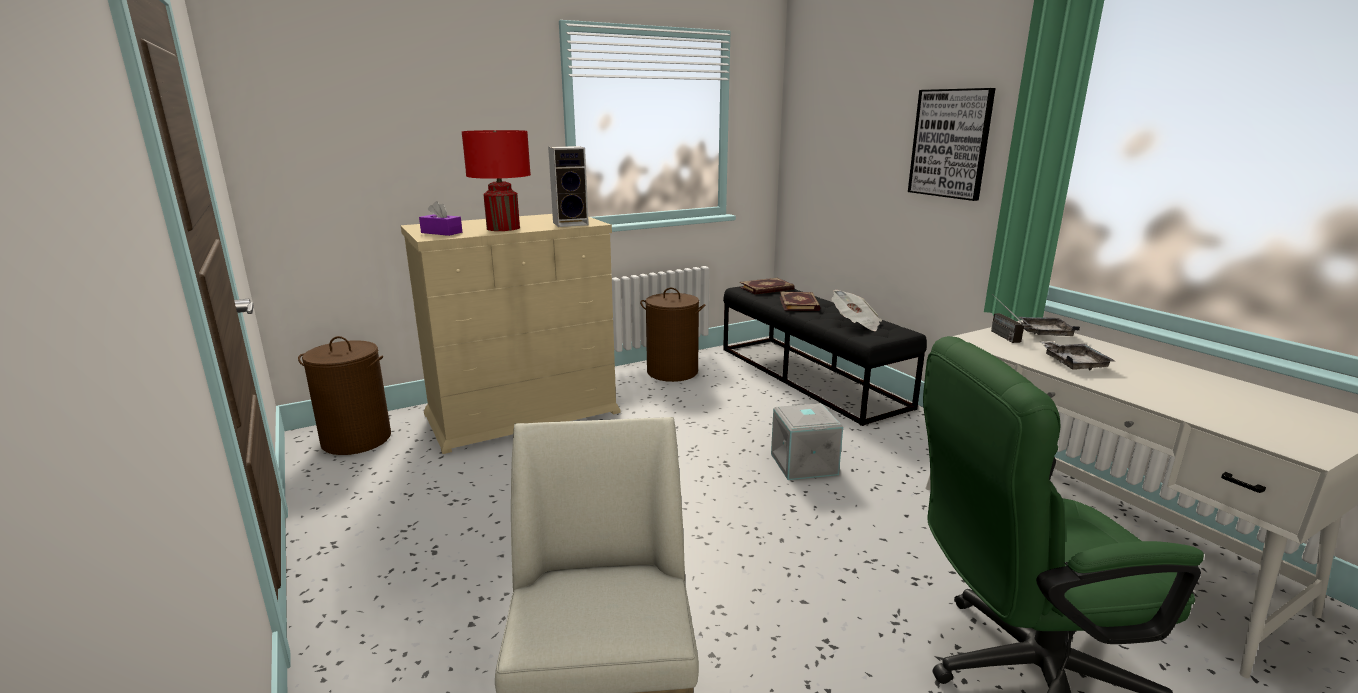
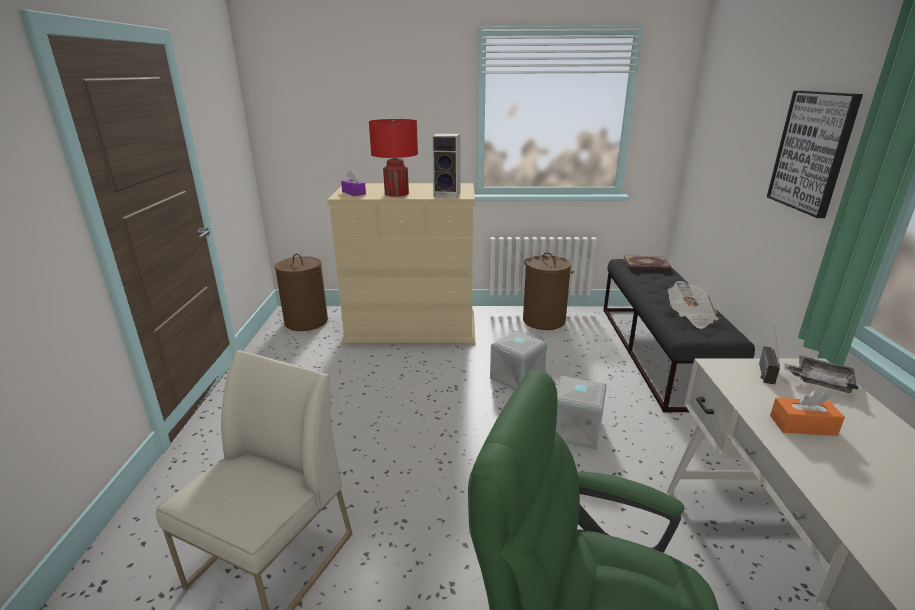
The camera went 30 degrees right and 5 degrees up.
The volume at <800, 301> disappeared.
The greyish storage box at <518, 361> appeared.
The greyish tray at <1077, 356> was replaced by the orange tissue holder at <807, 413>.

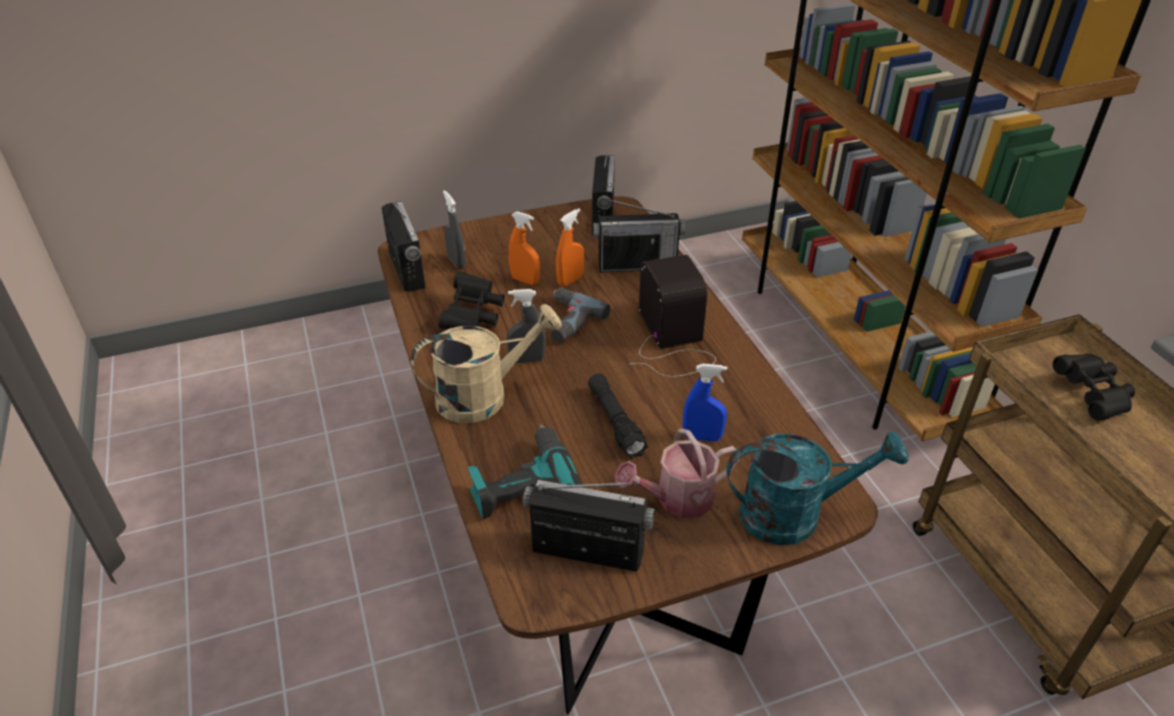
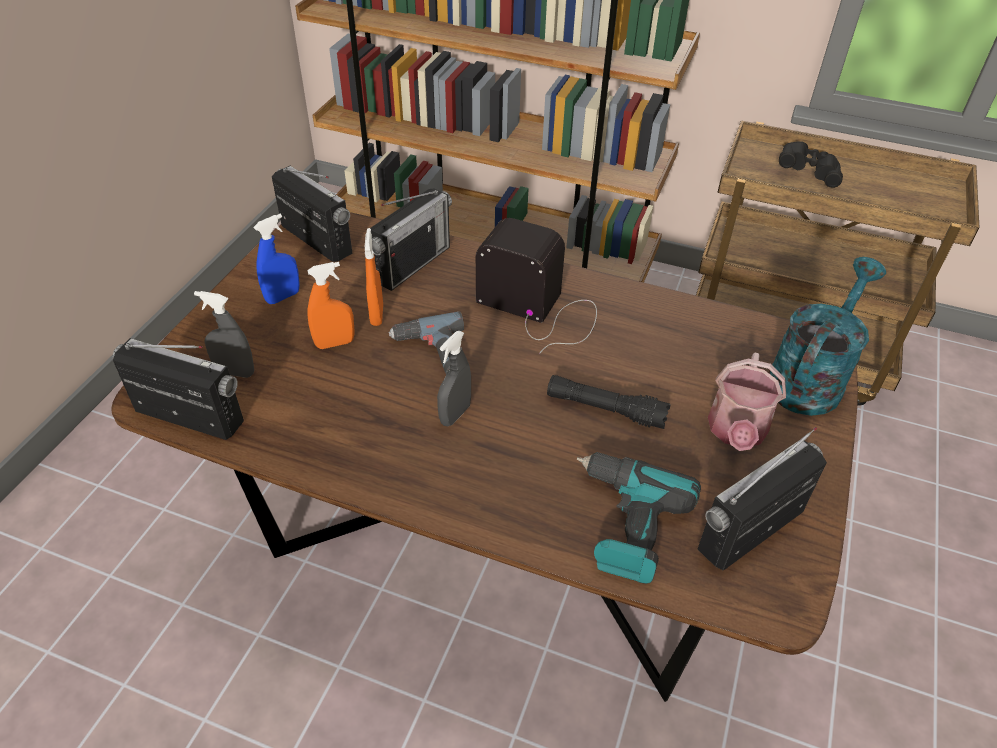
The camera went 50 degrees left and 5 degrees up.
The sand-coloured watering pot at <486, 363> disappeared.
The black-coloured field glasses at <471, 300> disappeared.
The bluish hand sprayer moved from <705, 402> to <276, 259>.

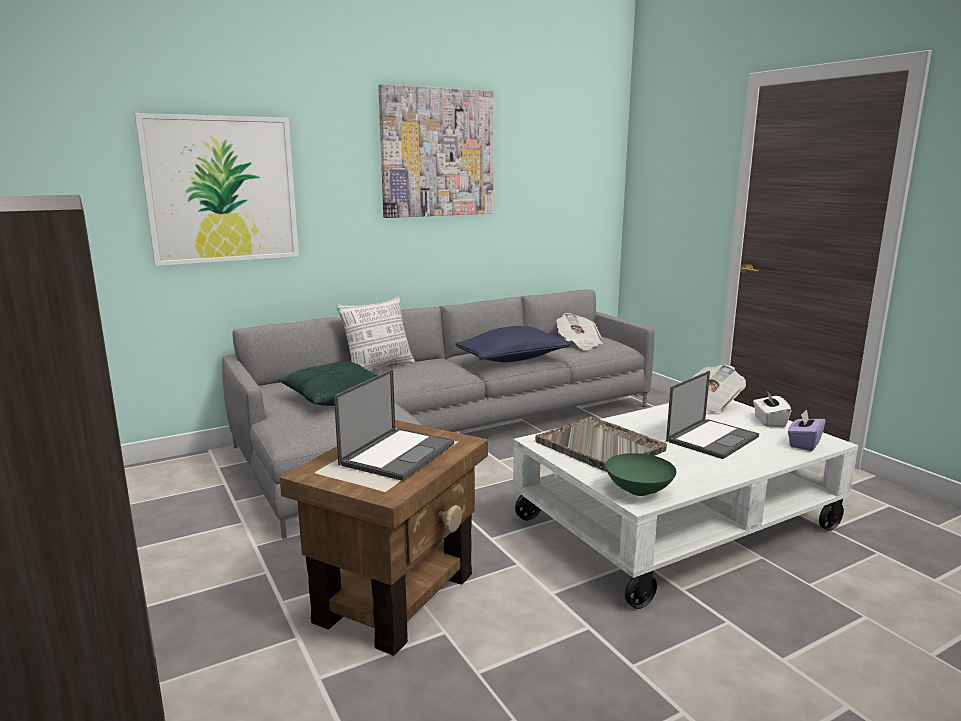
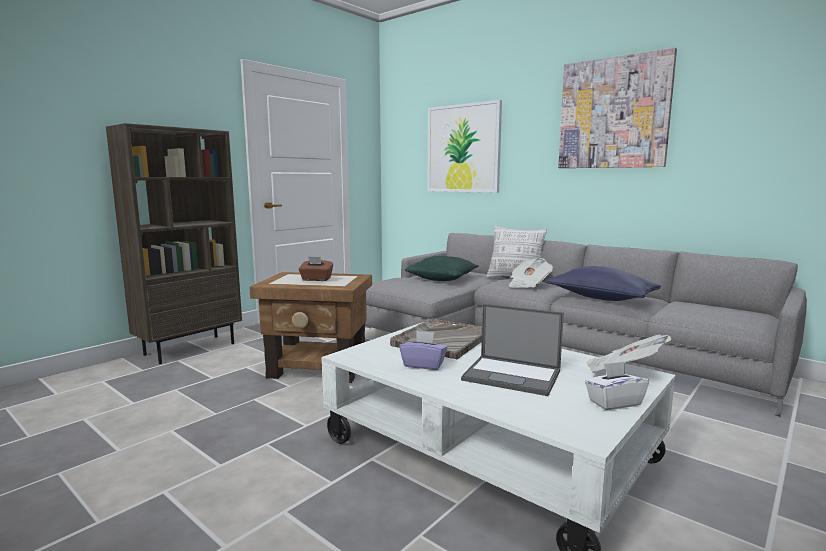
The camera went 70 degrees right and 5 degrees down.
The green-coloured serving bowl at <640, 474> disappeared.
The daily paper moved from <579, 331> to <531, 273>.
The purple-coloured tissue holder moved from <807, 430> to <423, 350>.
The laptop at <394, 425> was replaced by the brownish tissue holder at <316, 268>.

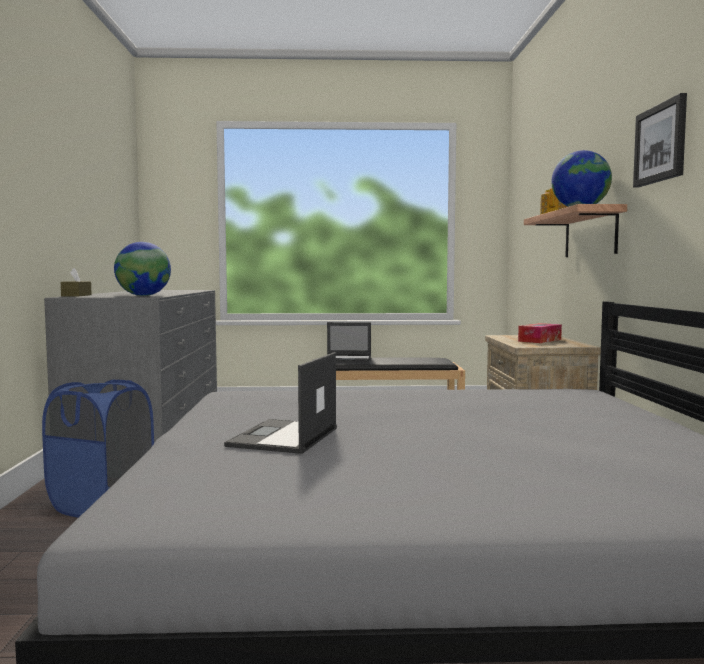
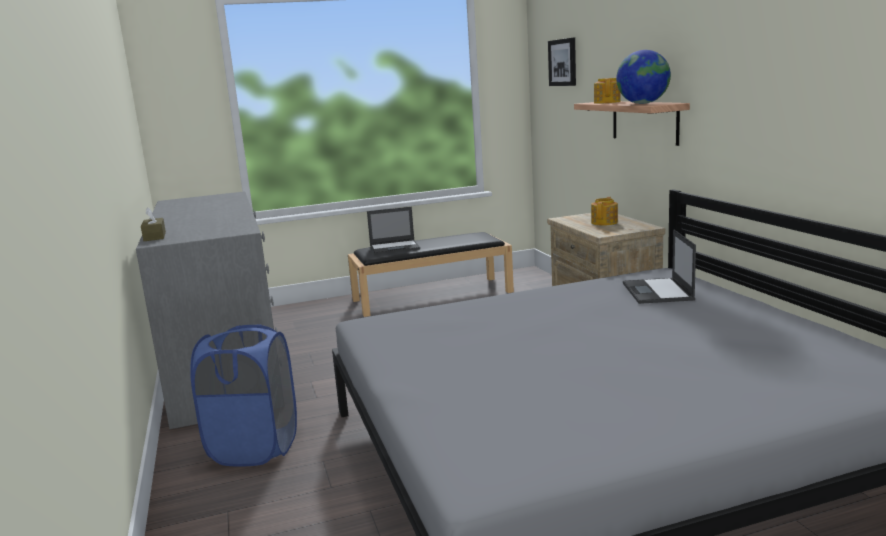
The camera went 15 degrees left and 10 degrees up.
The globe at <142, 269> disappeared.
The laptop moved from <280, 403> to <659, 266>.
The wall picture moved from <660, 140> to <562, 61>.
The tissue holder at <540, 333> was replaced by the tea pot at <604, 211>.

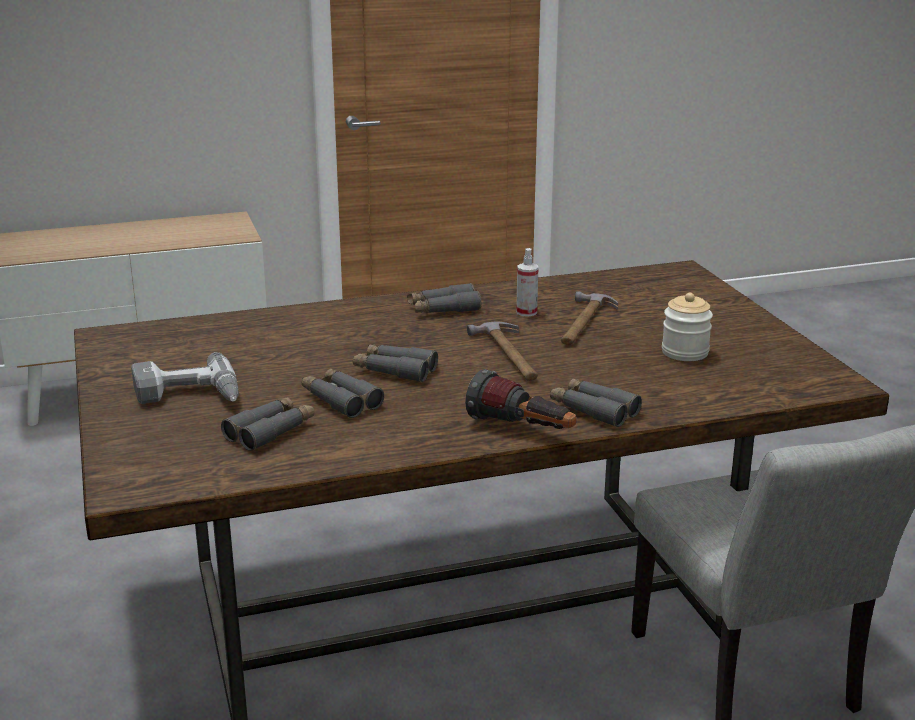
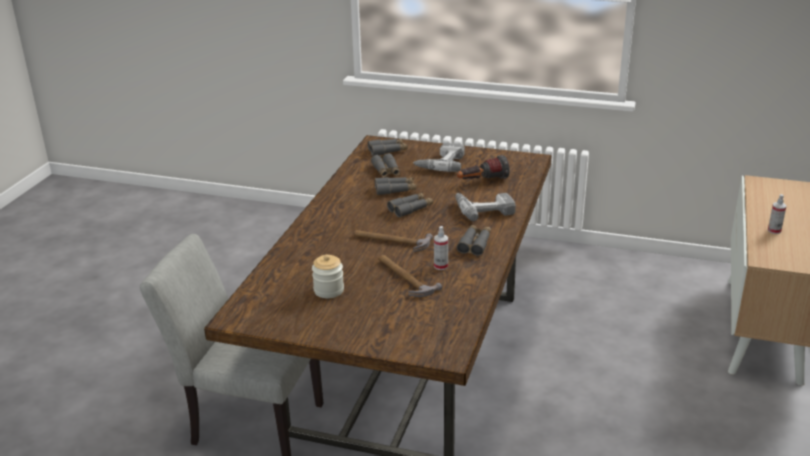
The camera went 125 degrees right and 5 degrees up.
The drill at <486, 207> appeared.
The hand sprayer at <777, 214> appeared.
The hand torch moved from <521, 399> to <483, 167>.
The greyish field glasses moved from <596, 402> to <387, 147>.

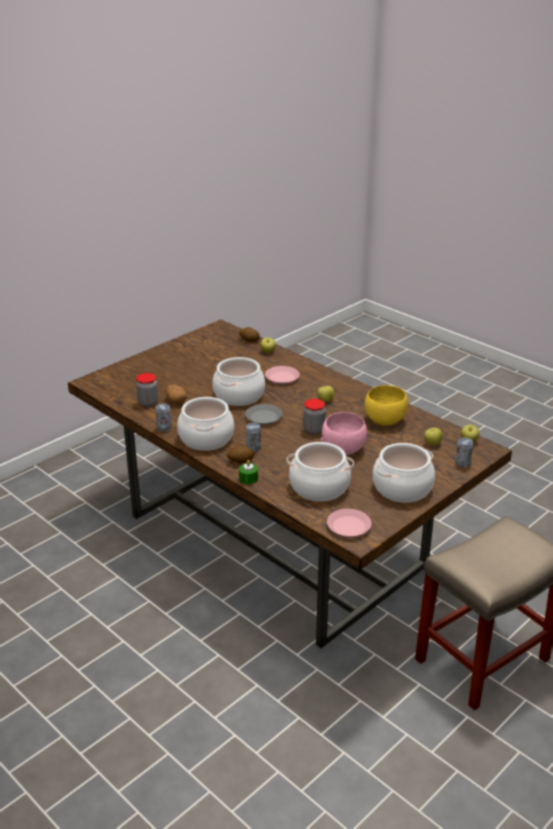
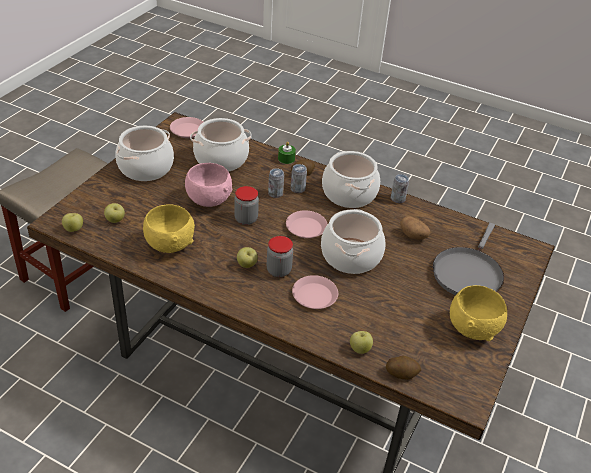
The camera went 160 degrees right and 10 degrees up.
The greyish skillet at <468, 259> appeared.
The yellow serving bowl at <478, 313> appeared.
The jar moved from <147, 390> to <280, 256>.
The can moved from <464, 453> to <276, 183>.
The greyish flat dish at <264, 414> became the pinkish flat dish at <307, 224>.

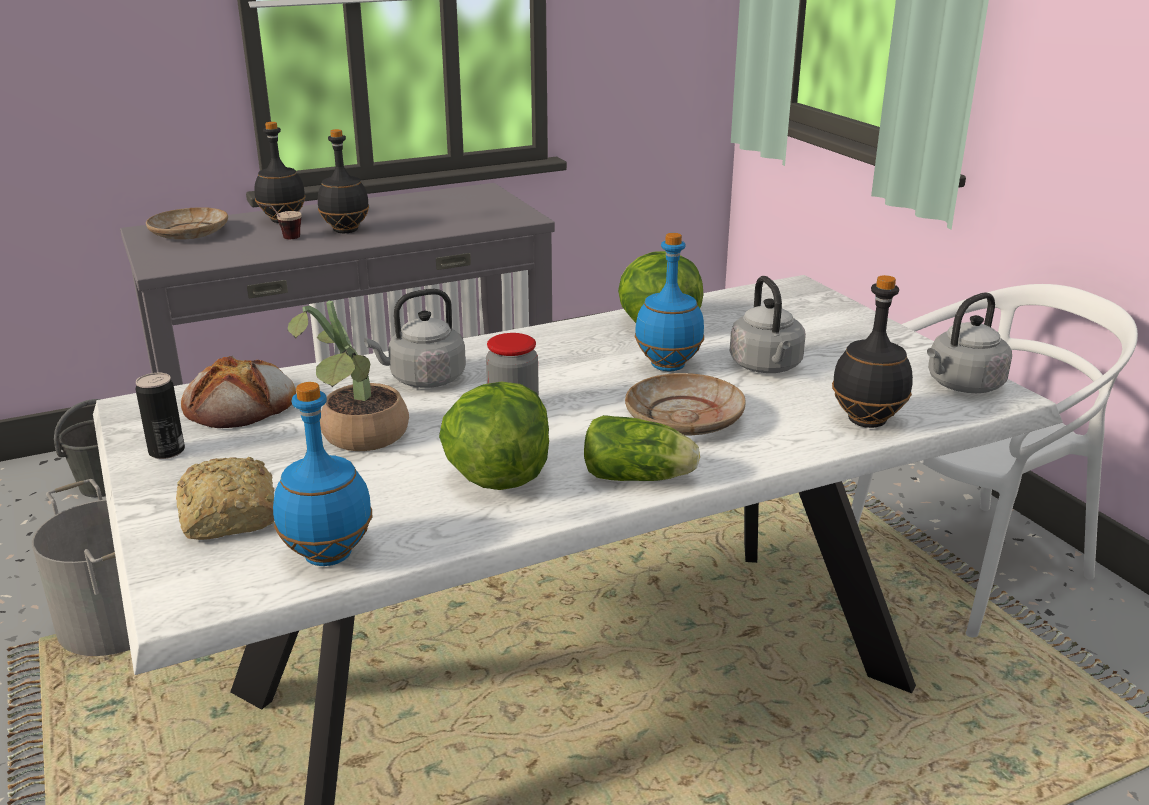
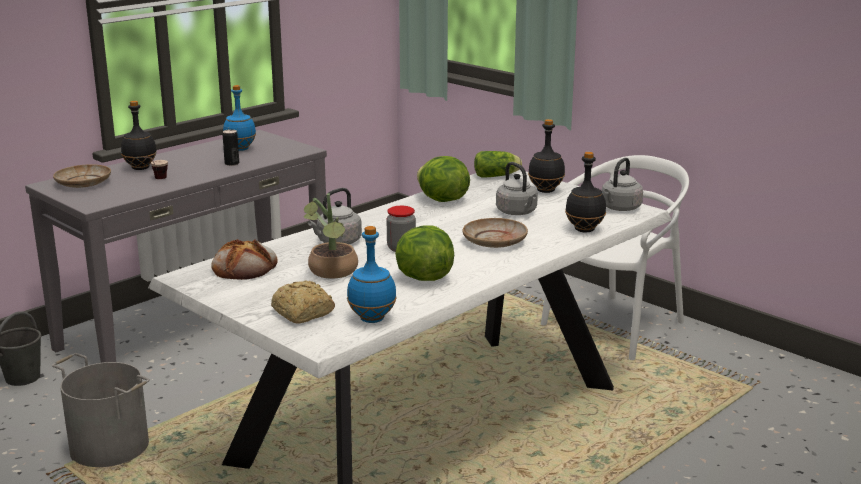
The camera went 20 degrees left and 5 degrees down.
The can moved from <160, 416> to <231, 147>.
The black-coloured beverage bottle moved from <343, 181> to <546, 156>.
The lettuce moved from <642, 448> to <498, 164>.
The bluish beverage bottle moved from <669, 302> to <239, 118>.

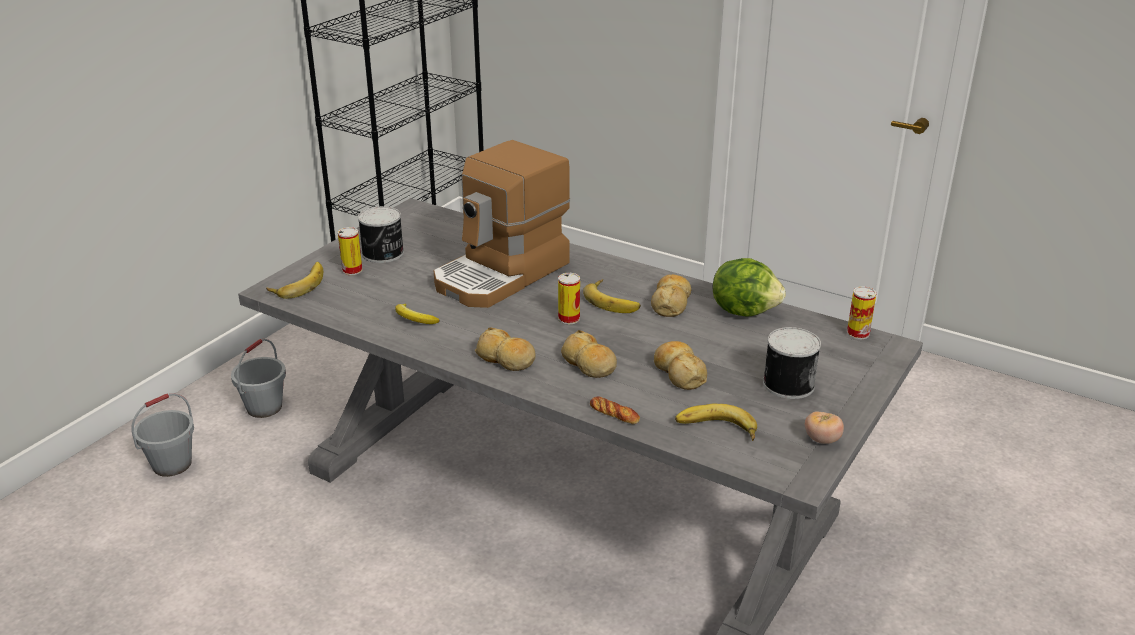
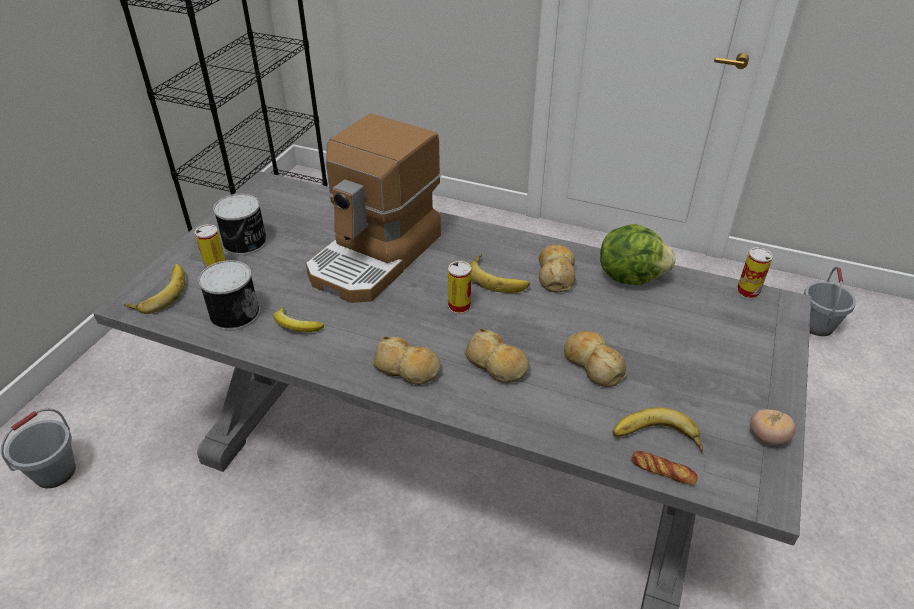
The camera went 10 degrees left and 10 degrees up.
The greyish pail moved from <258, 378> to <830, 301>.
The baked bread moved from <615, 410> to <664, 468>.
The can moved from <792, 363> to <229, 295>.

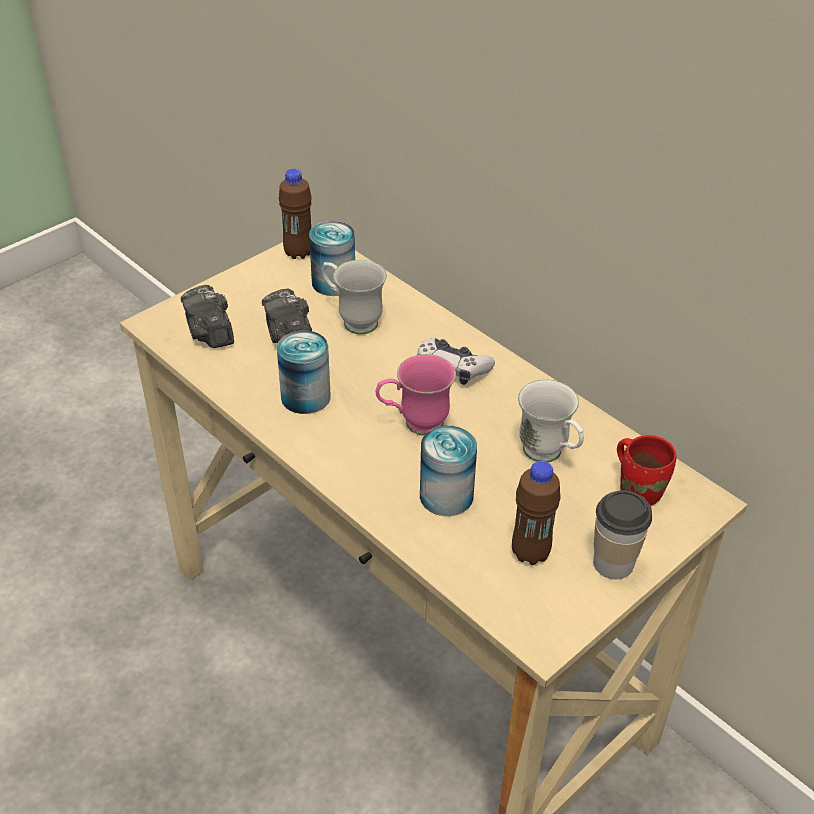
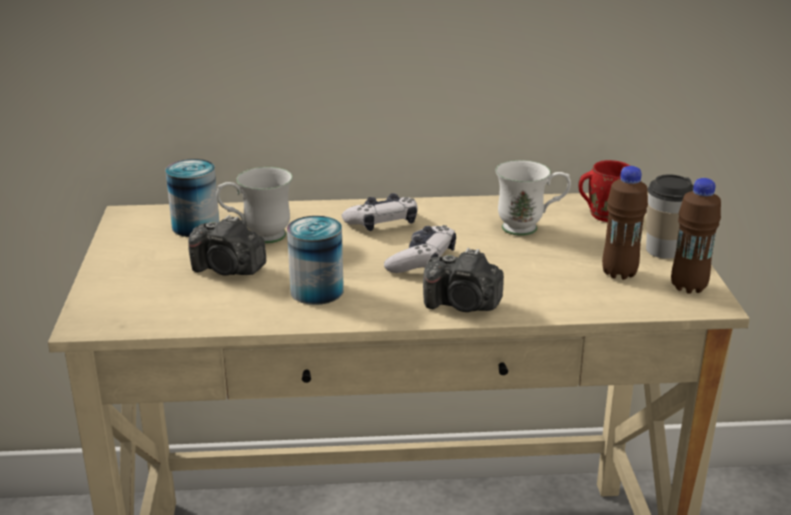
The camera went 50 degrees left and 15 degrees down.
The can at <448, 471> disappeared.
The still camera moved from <207, 316> to <463, 280>.
The brownish beverage bottle moved from <295, 214> to <696, 236>.
The pinkish coffee mug at <415, 395> was replaced by the game controller at <420, 249>.

